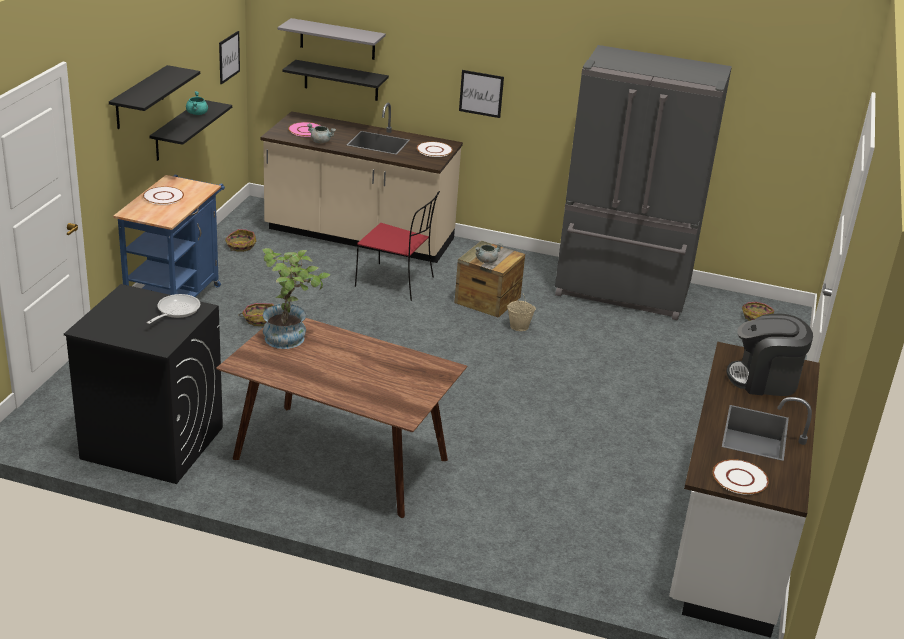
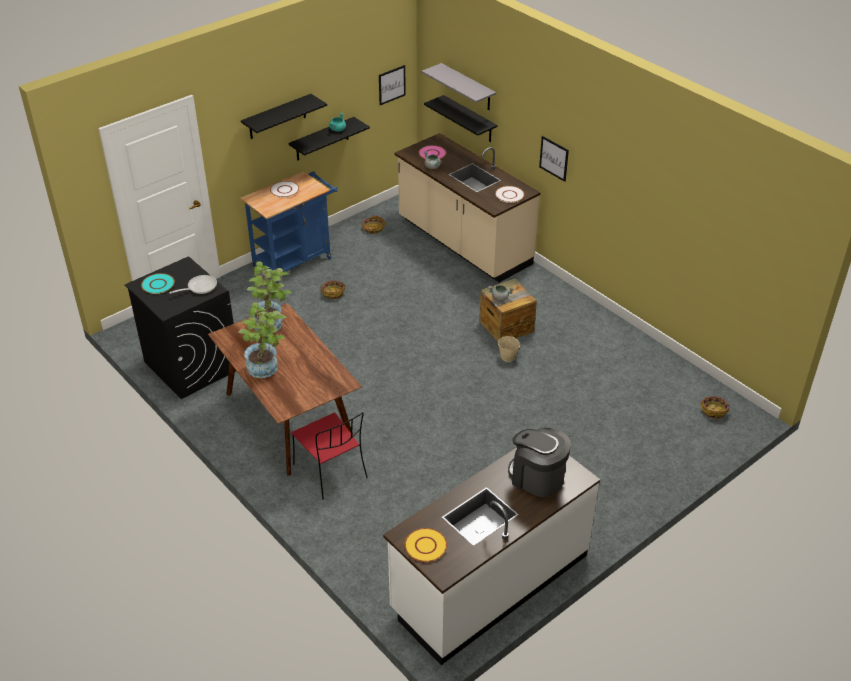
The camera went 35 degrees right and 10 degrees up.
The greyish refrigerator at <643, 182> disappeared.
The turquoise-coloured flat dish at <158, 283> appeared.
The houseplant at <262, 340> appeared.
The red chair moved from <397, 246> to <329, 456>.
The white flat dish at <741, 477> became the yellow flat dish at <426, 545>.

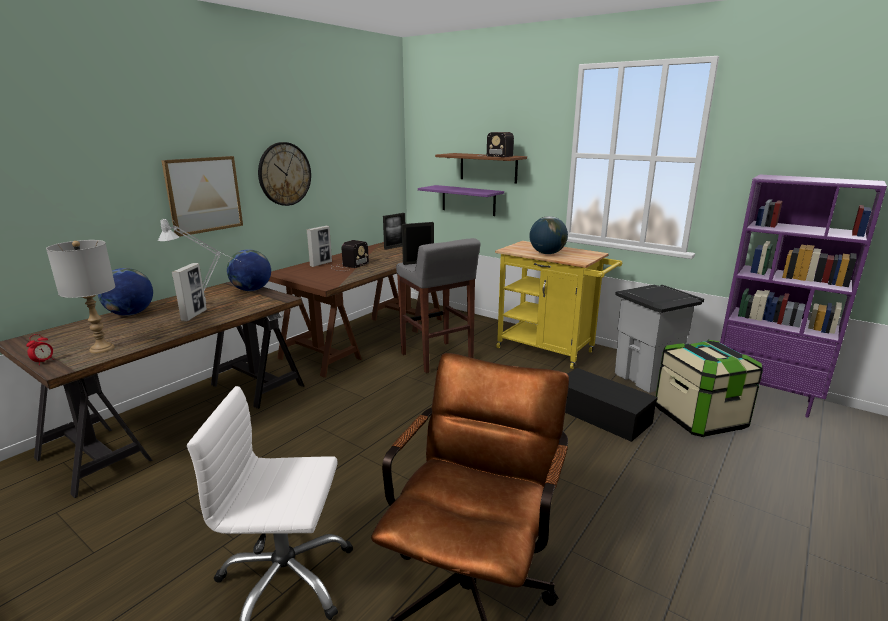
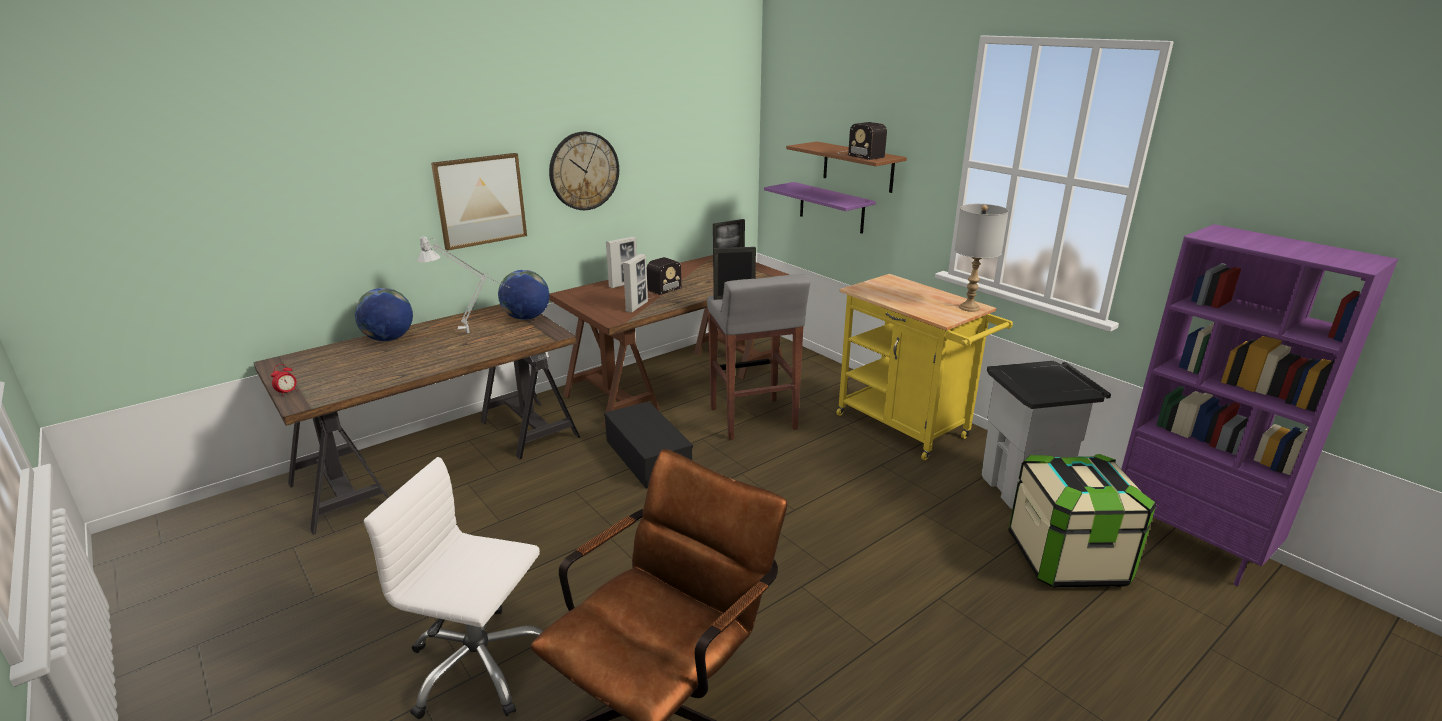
The camera went 15 degrees right and 5 degrees up.
The globe at <548, 235> disappeared.
The greyish table lamp moved from <80, 296> to <982, 258>.
The photo frame moved from <189, 292> to <635, 283>.
The black-coloured storage box moved from <611, 405> to <648, 445>.

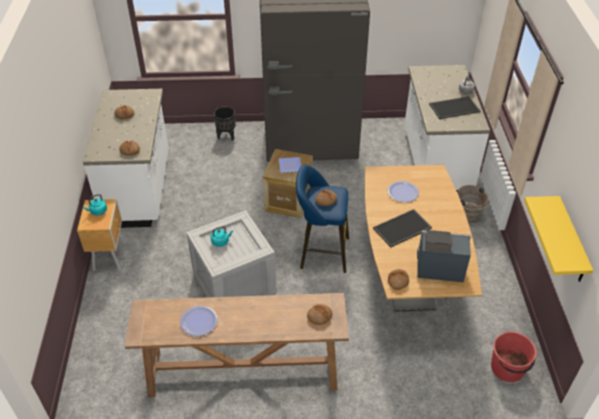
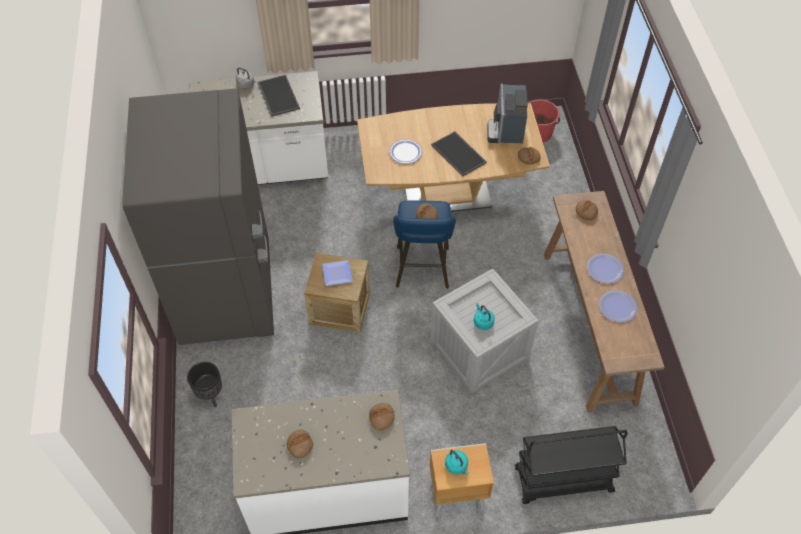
The camera went 95 degrees left and 10 degrees up.
The brownish pail at <474, 204> disappeared.
The yellow bracket shelf at <558, 239> disappeared.
The black-coloured cart at <571, 465> appeared.
The flat dish at <605, 269> appeared.

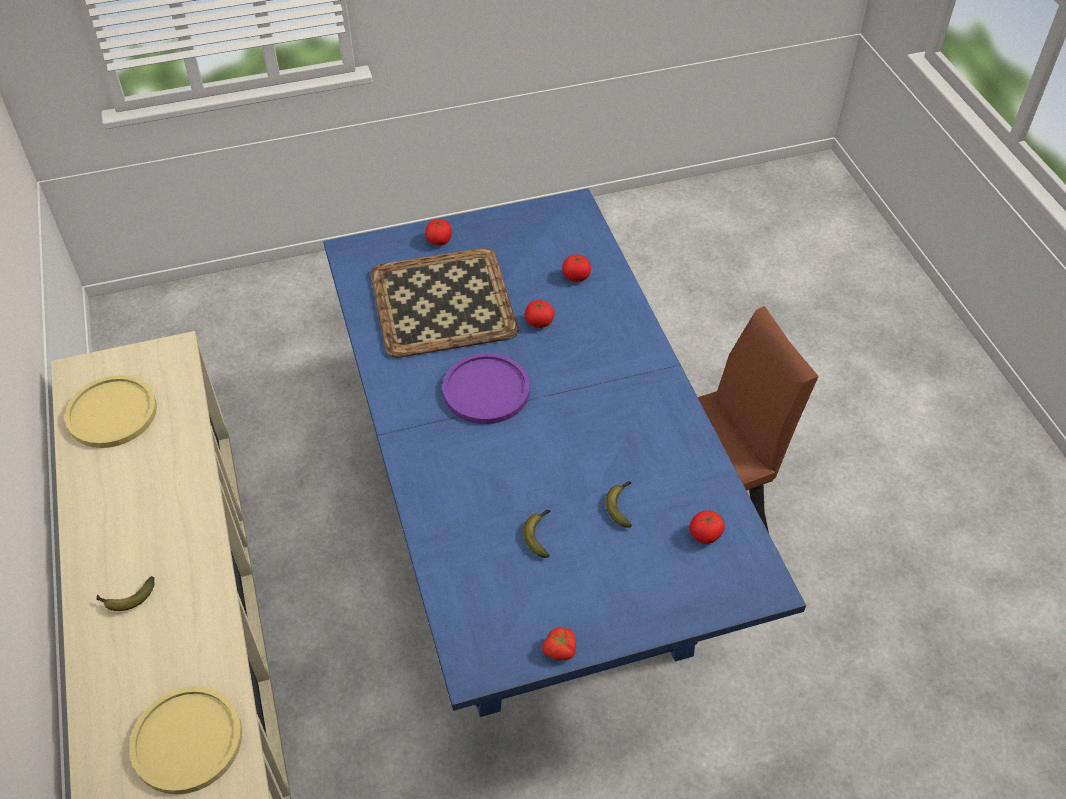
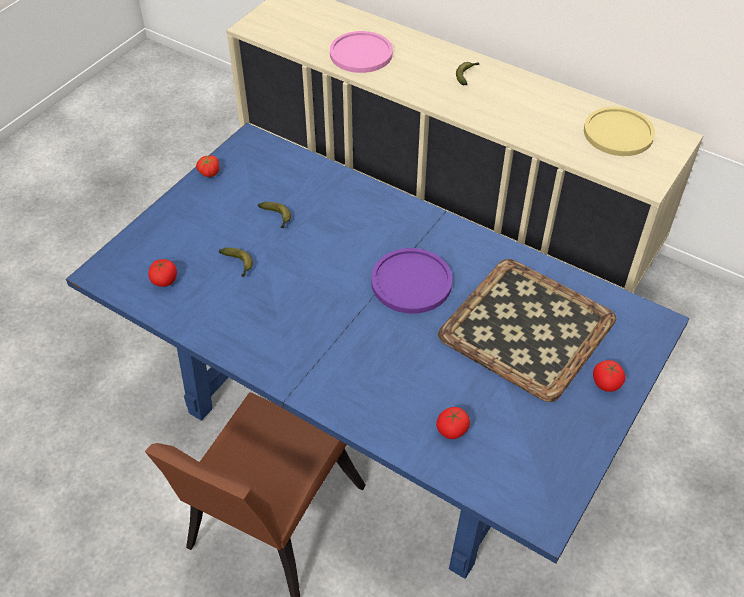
The camera went 140 degrees right and 0 degrees up.
The tomato at <540, 314> disappeared.
The yellow flat dish at <185, 740> became the pinkish flat dish at <361, 52>.

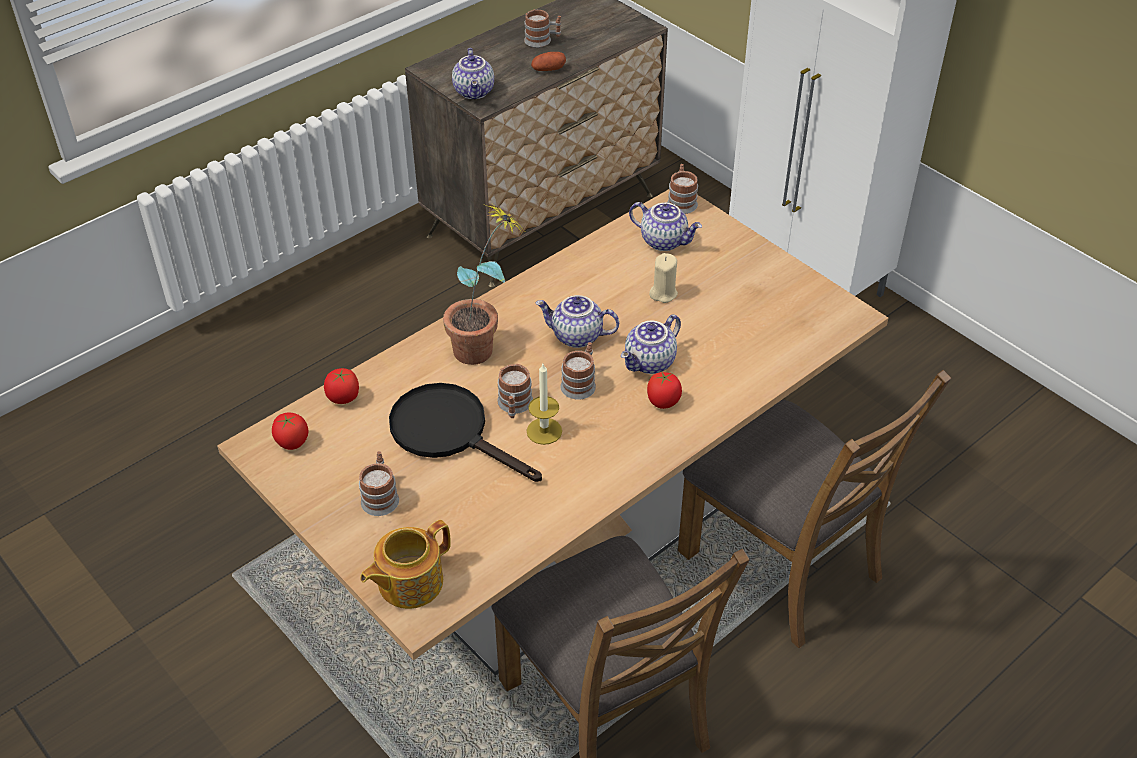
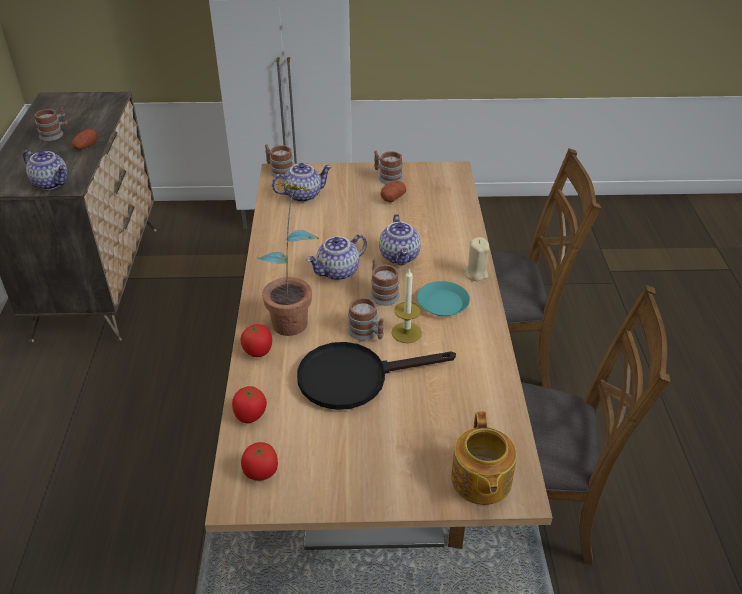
The camera went 50 degrees left and 5 degrees down.
The spud at <393, 191> appeared.
The turquoise-coloured flat dish at <443, 298> appeared.
The coffee mug moved from <379, 483> to <388, 167>.
The tomato moved from <664, 390> to <256, 340>.
The sand-coloured wax candle moved from <663, 278> to <476, 259>.

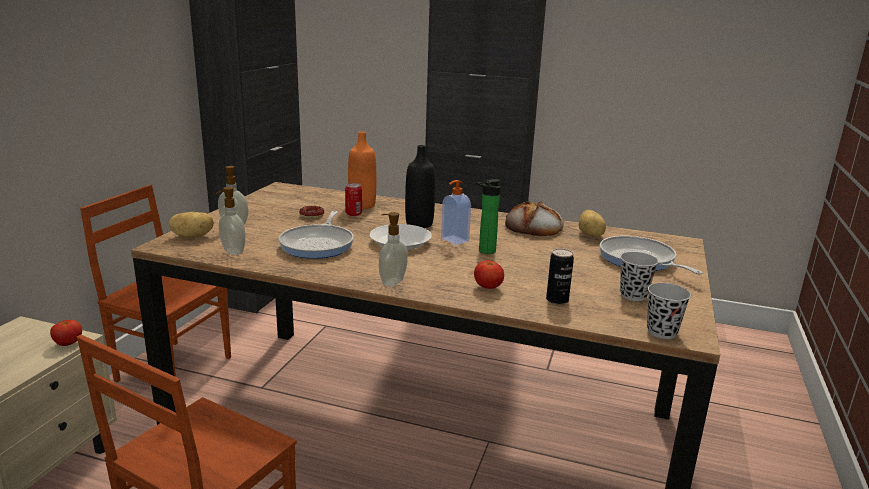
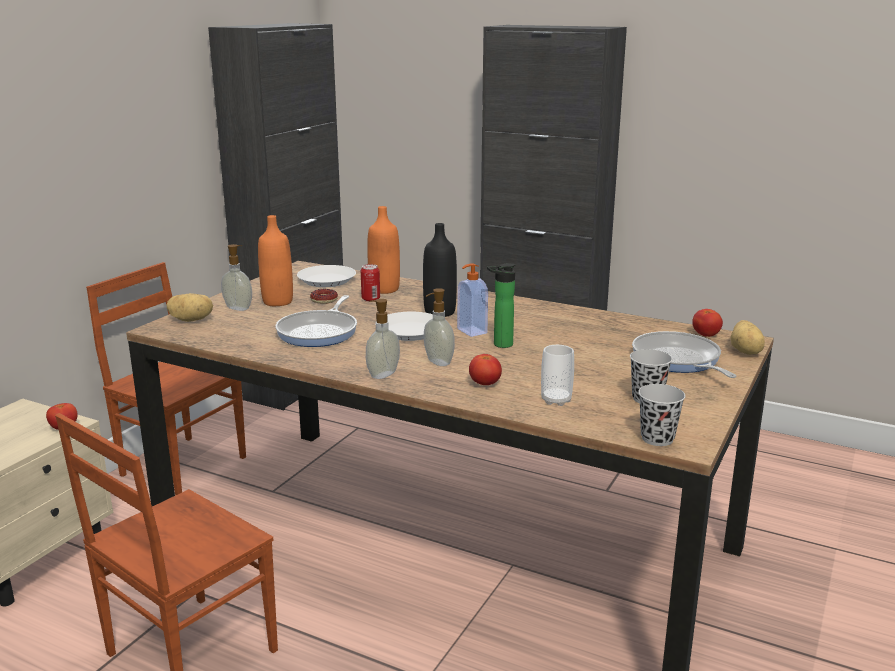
The camera went 10 degrees right and 0 degrees up.
The baked bread at <534, 218> disappeared.
The orange beverage bottle at <275, 260> appeared.
The white flat dish at <326, 276> appeared.
The tomato at <707, 323> appeared.
The soap bottle moved from <230, 221> to <439, 327>.
The spud moved from <592, 223> to <748, 337>.
The can at <560, 276> was replaced by the drinking cup at <557, 375>.

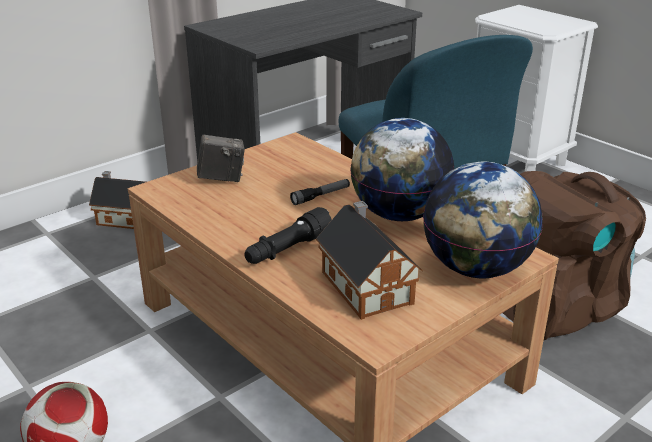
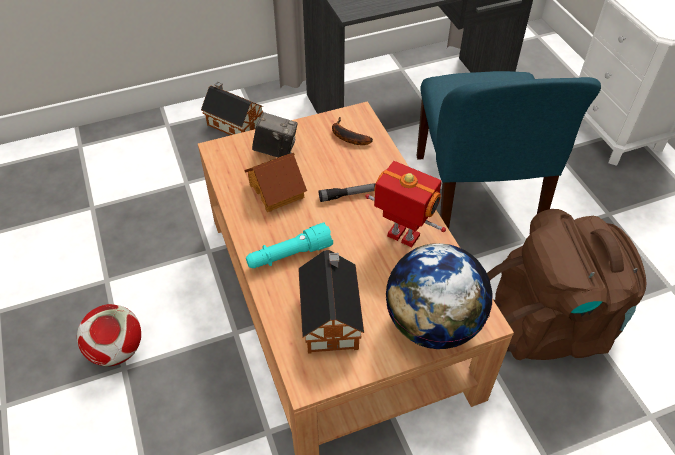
The camera went 20 degrees right and 20 degrees up.
The model house at <275, 182> appeared.
The banana at <352, 131> appeared.
The globe at <402, 169> was replaced by the toy robot at <405, 204>.
The black-coloured hand torch at <288, 235> became the turquoise-coloured hand torch at <289, 245>.

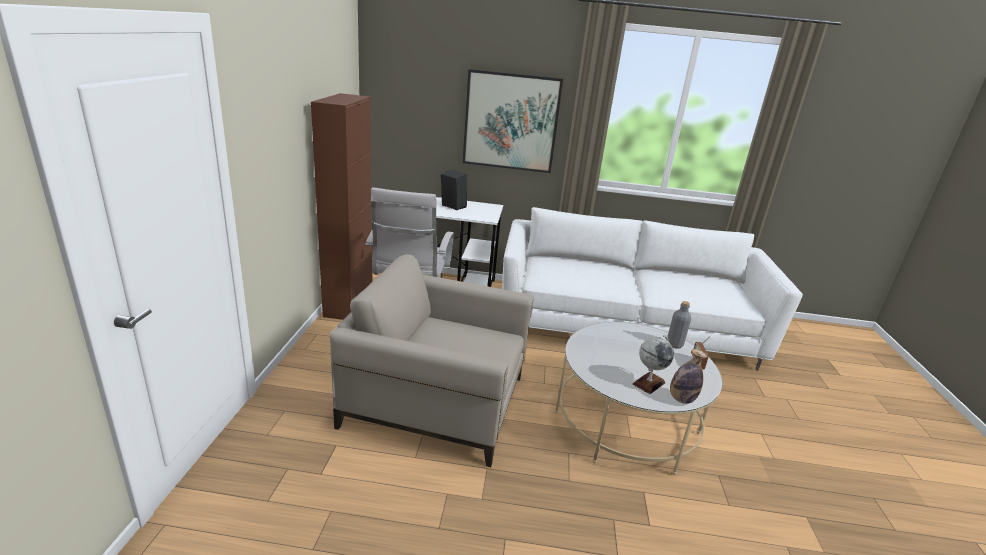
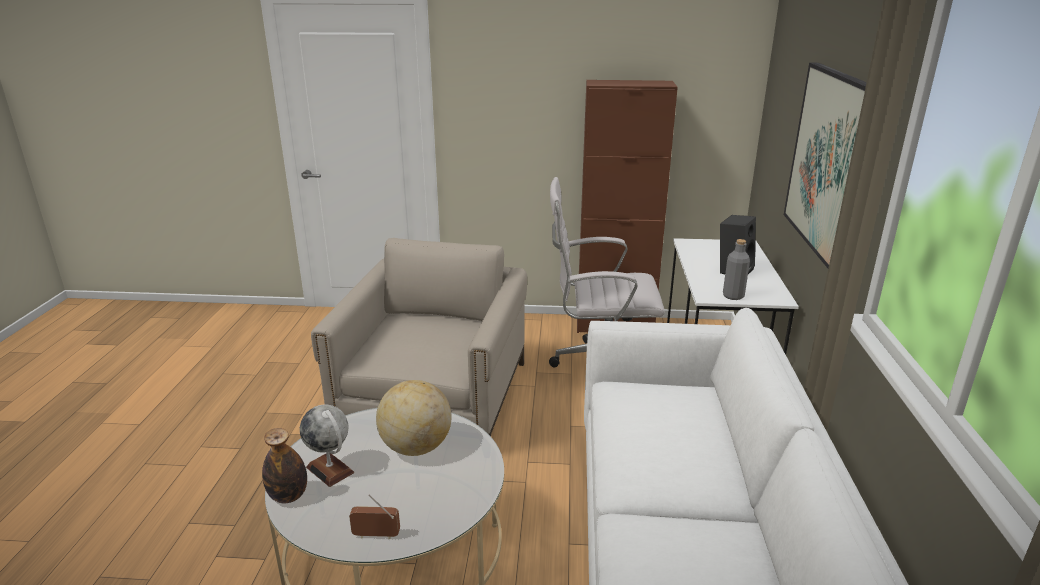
The camera went 90 degrees right and 0 degrees up.
The globe at <414, 418> appeared.
The greyish beverage bottle moved from <679, 324> to <736, 269>.

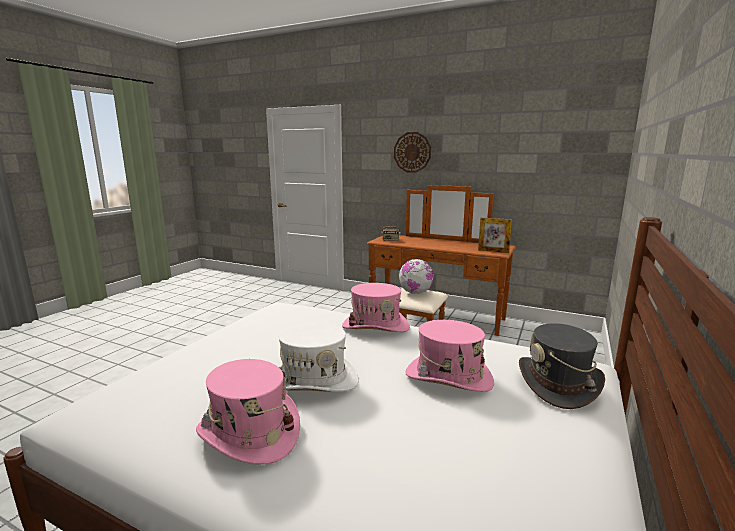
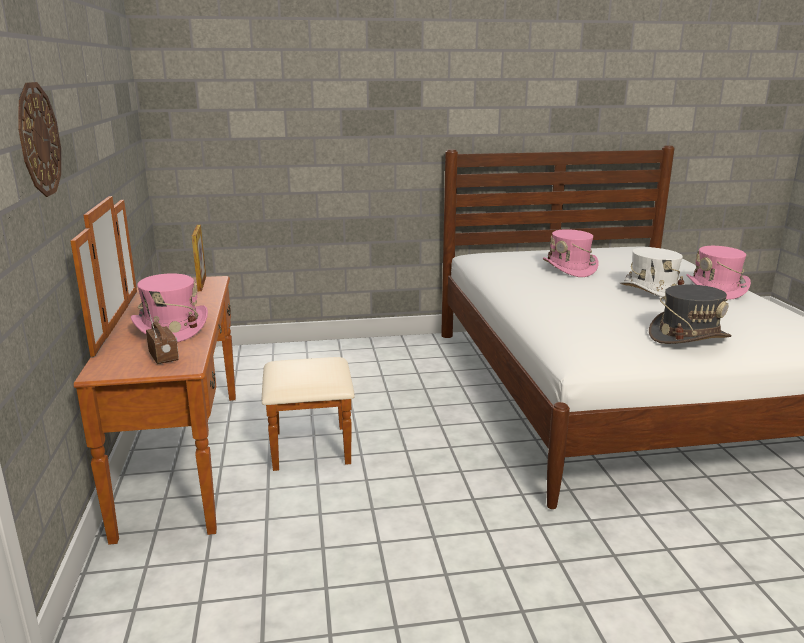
The camera went 125 degrees left and 5 degrees up.
The globe at <416, 276> disappeared.
The pinkish hat moved from <376, 307> to <169, 307>.
The greyish hat moved from <562, 366> to <690, 314>.

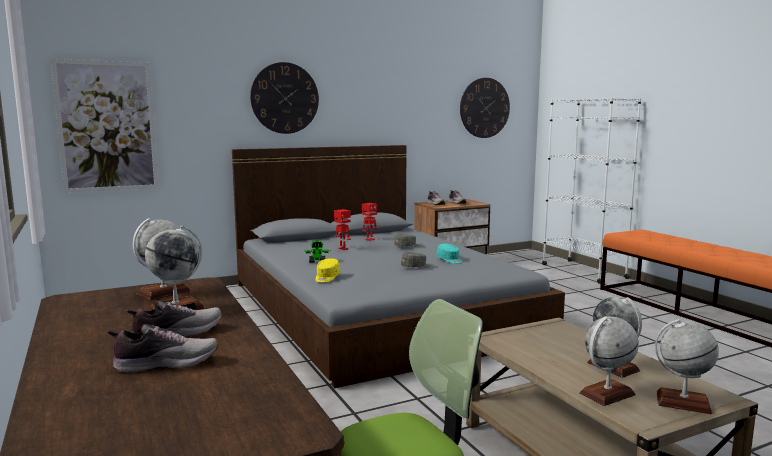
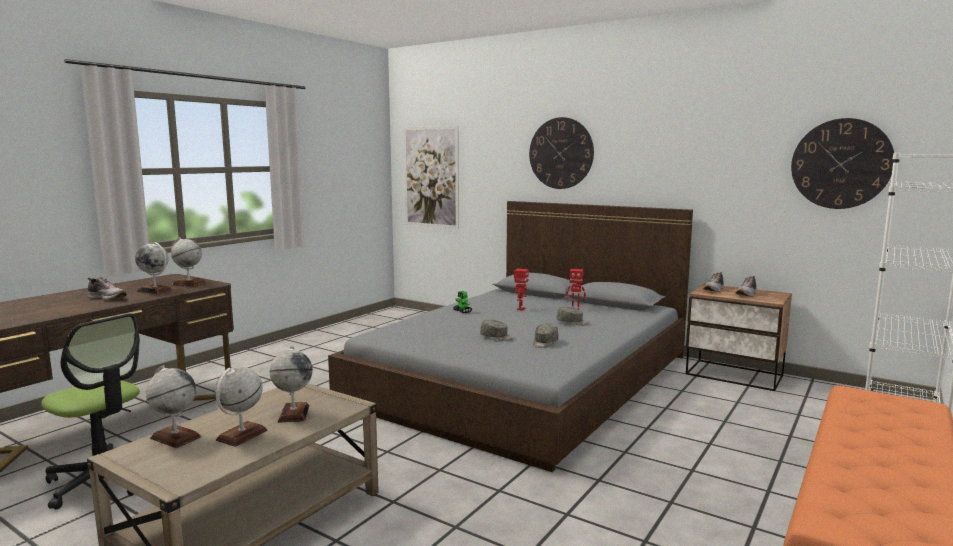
The camera went 60 degrees right and 0 degrees up.
The item of footwear at <163, 348> disappeared.
The yellow baseball cap at <327, 270> disappeared.
The globe moved from <687, 366> to <291, 384>.
The turquoise-coloured baseball cap at <449, 254> became the greyish baseball cap at <545, 335>.

